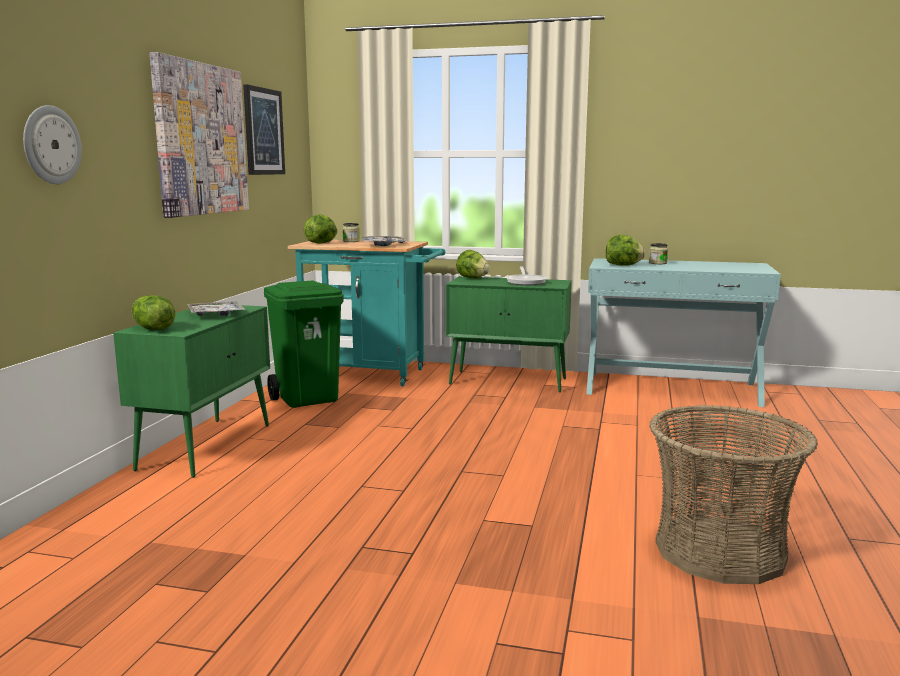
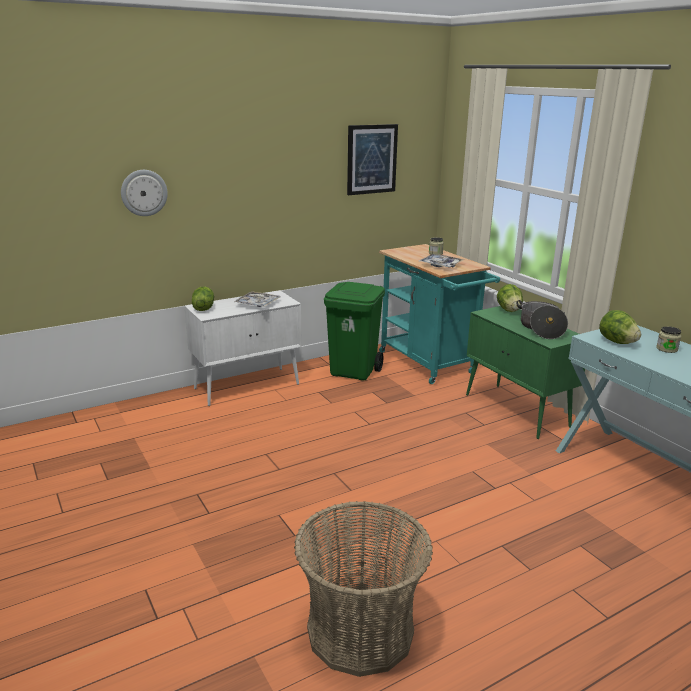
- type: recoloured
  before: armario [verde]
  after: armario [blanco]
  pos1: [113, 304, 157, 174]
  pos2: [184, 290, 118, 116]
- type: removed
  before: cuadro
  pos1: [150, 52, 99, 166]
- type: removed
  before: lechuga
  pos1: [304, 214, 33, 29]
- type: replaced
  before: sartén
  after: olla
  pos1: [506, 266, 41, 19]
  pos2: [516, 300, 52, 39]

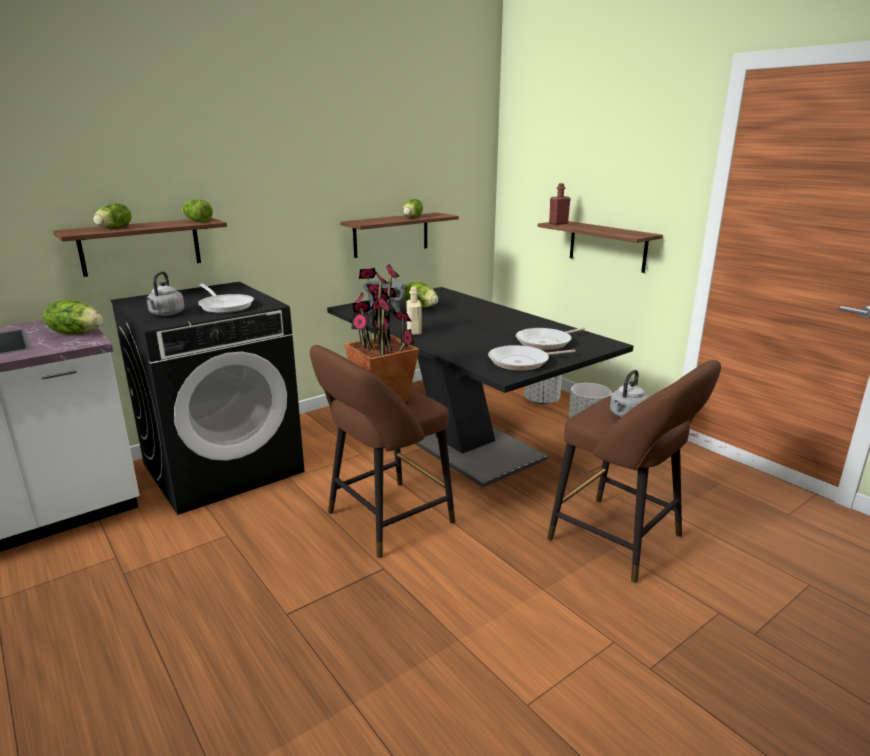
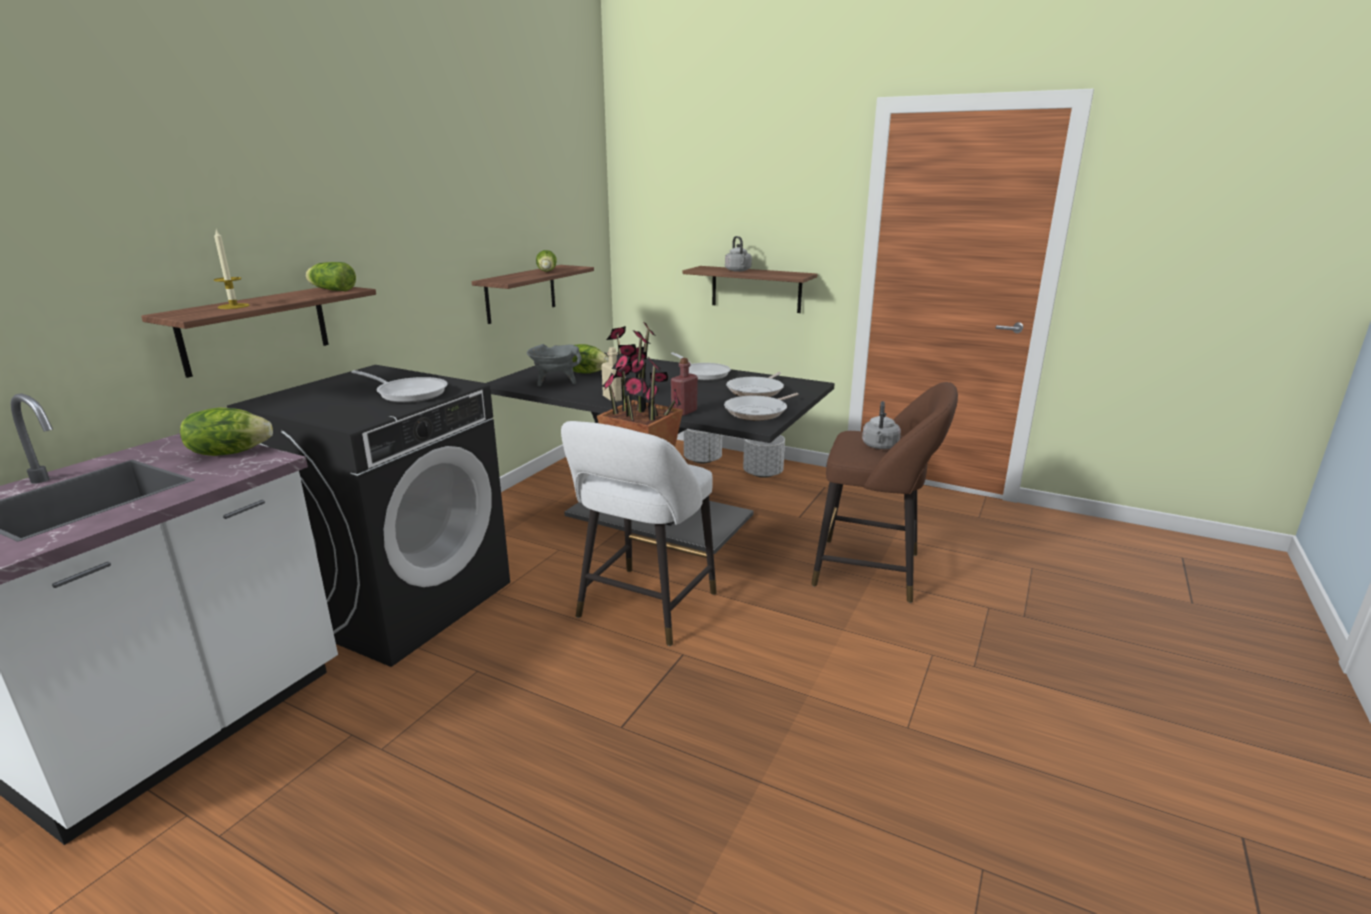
- type: replaced
  before: lechuga
  after: vela
  pos1: [93, 203, 38, 25]
  pos2: [214, 230, 36, 79]
- type: moved
  before: hervidor [gris]
  pos1: [146, 271, 39, 45]
  pos2: [725, 236, 27, 36]
- type: recoloured
  before: taburete [marrón]
  after: taburete [blanco]
  pos1: [310, 345, 145, 213]
  pos2: [561, 421, 156, 225]
- type: moved
  before: botella [rojo]
  pos1: [549, 183, 22, 42]
  pos2: [671, 358, 27, 58]
- type: added
  after: sartén
  pos2: [671, 352, 60, 28]

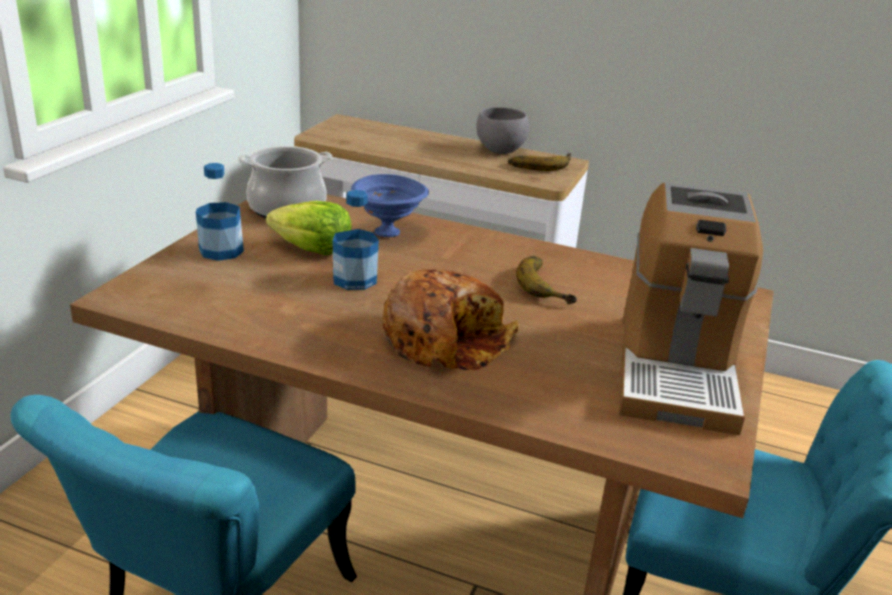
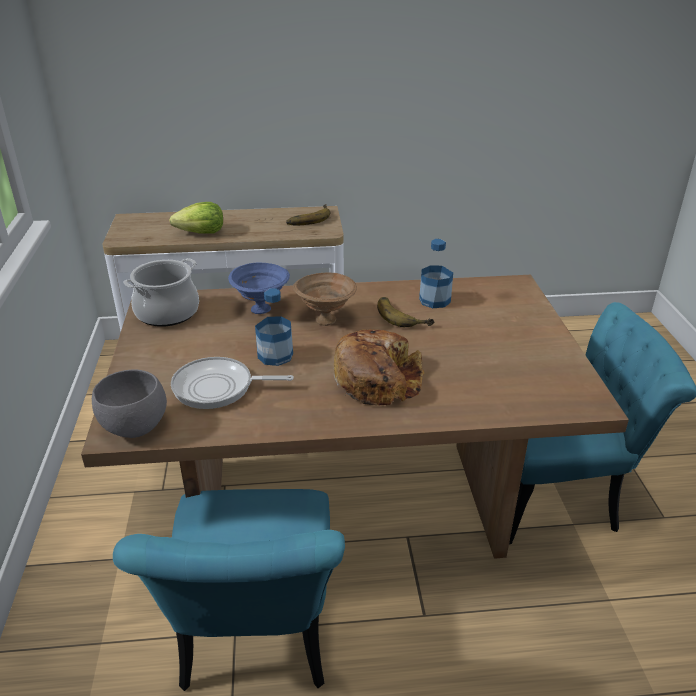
- type: moved
  before: botella
  pos1: [196, 163, 48, 98]
  pos2: [419, 239, 34, 69]
- type: moved
  before: lechuga
  pos1: [266, 201, 86, 54]
  pos2: [169, 202, 54, 32]
- type: moved
  before: cuenco [gris]
  pos1: [476, 107, 53, 47]
  pos2: [92, 370, 75, 68]
- type: removed
  before: cafetera
  pos1: [619, 182, 144, 253]
- type: added
  after: sartén
  pos2: [171, 357, 123, 52]
- type: added
  after: cuenco [marrón]
  pos2: [293, 273, 64, 53]

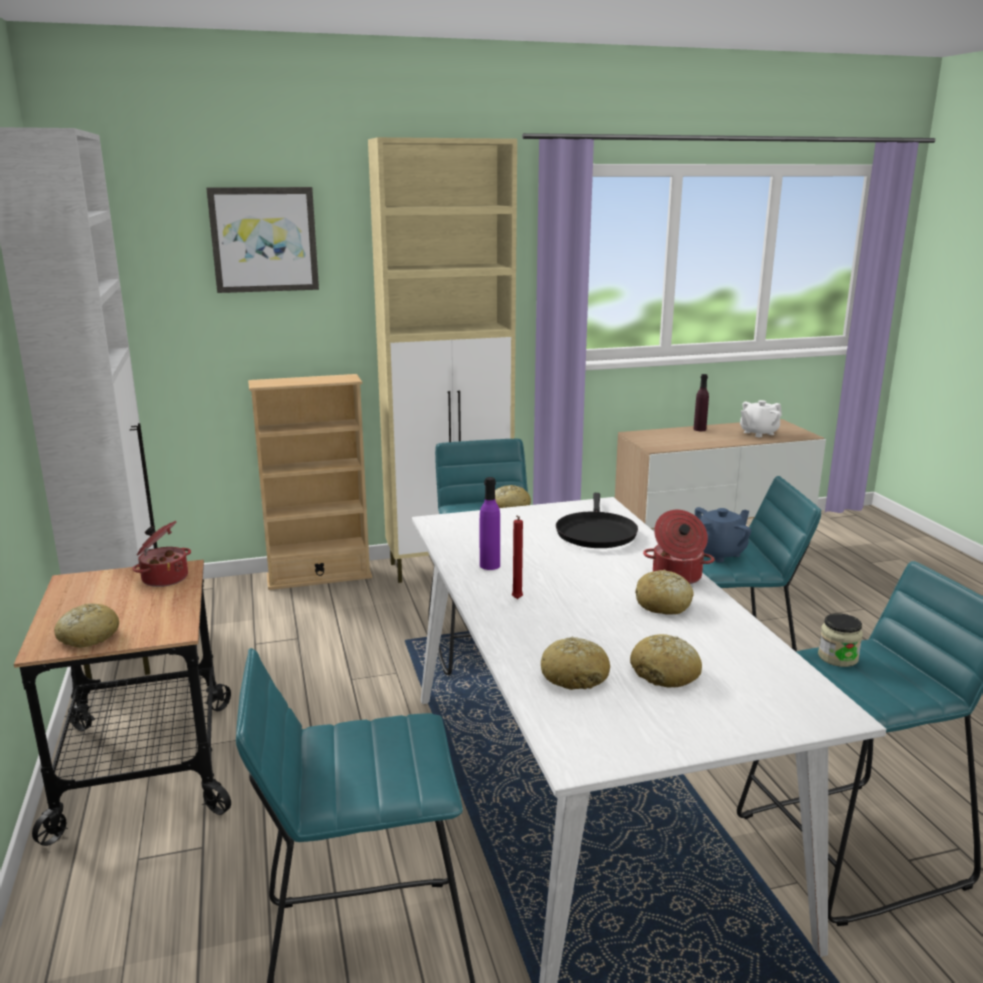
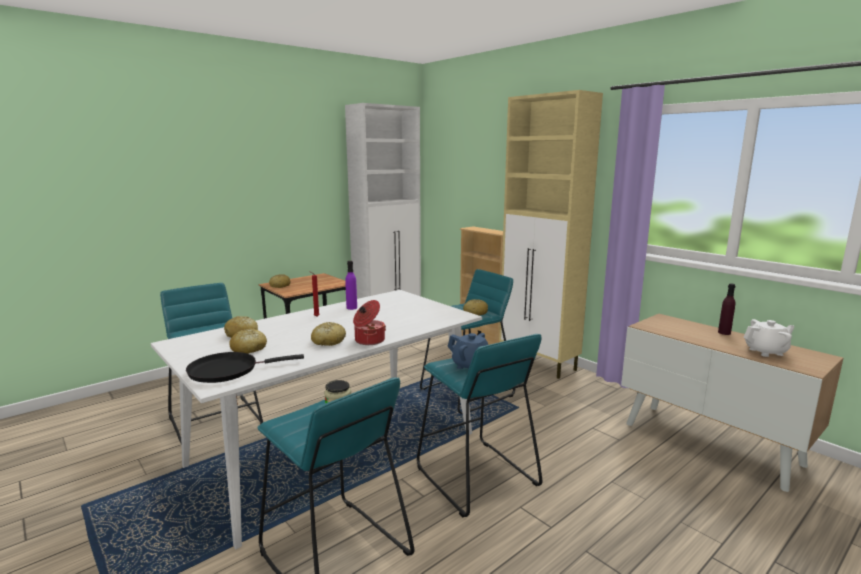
- type: removed
  before: olla
  pos1: [132, 521, 59, 66]
- type: removed
  before: cuadro
  pos1: [206, 187, 113, 106]
- type: moved
  before: sartén [negro]
  pos1: [556, 493, 82, 55]
  pos2: [186, 352, 118, 31]
- type: turned
  before: tetera [blanco]
  pos1: [740, 400, 42, 37]
  pos2: [743, 319, 52, 38]
  turn: 135

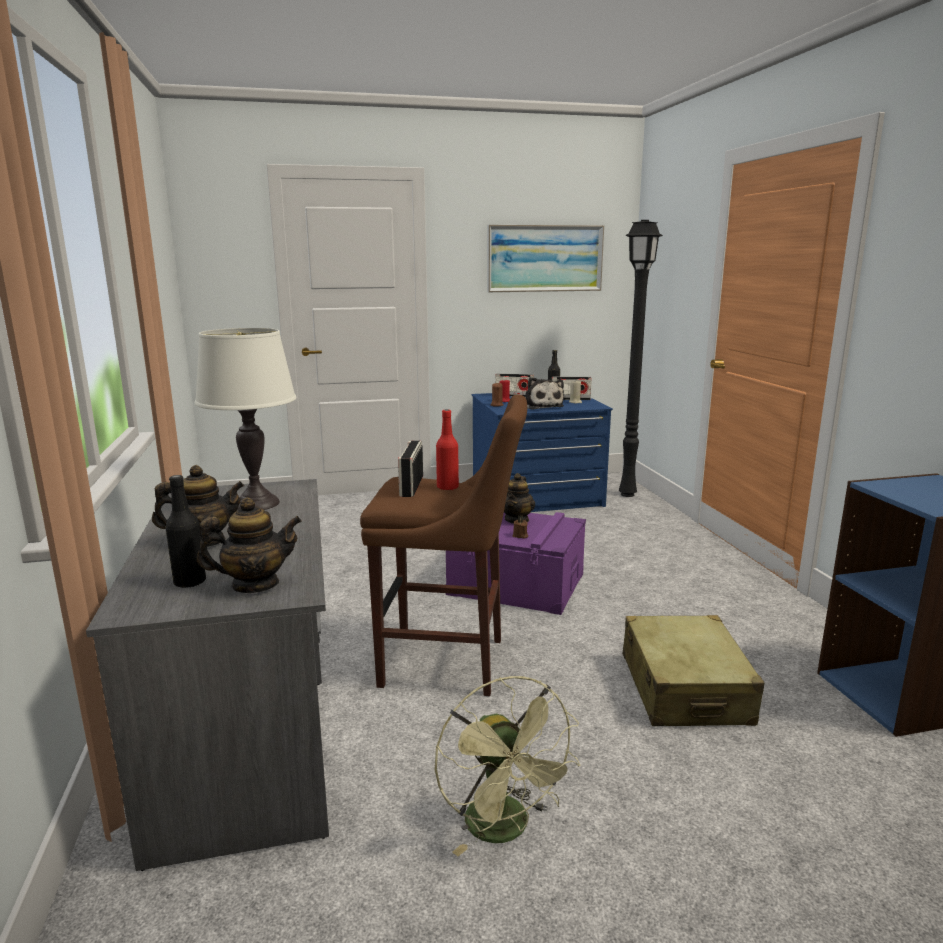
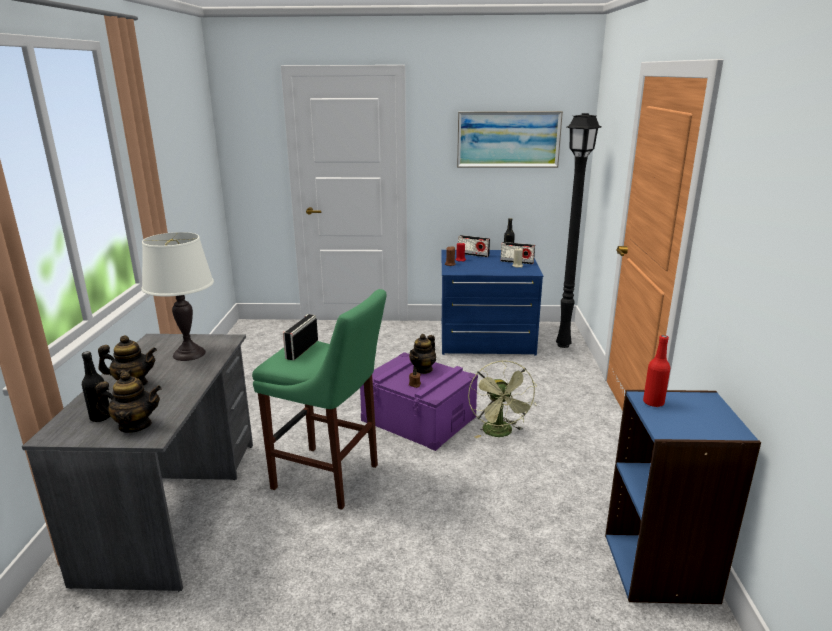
- type: recoloured
  before: taburete [marrón]
  after: taburete [verde]
  pos1: [360, 395, 167, 301]
  pos2: [252, 289, 135, 220]
- type: moved
  before: ventilador [verde]
  pos1: [435, 676, 145, 180]
  pos2: [468, 361, 69, 77]
- type: moved
  before: botella [rojo]
  pos1: [436, 409, 23, 81]
  pos2: [643, 335, 27, 72]
- type: removed
  before: peluche
  pos1: [525, 377, 39, 33]
- type: removed
  before: maleta [beis]
  pos1: [623, 615, 141, 111]

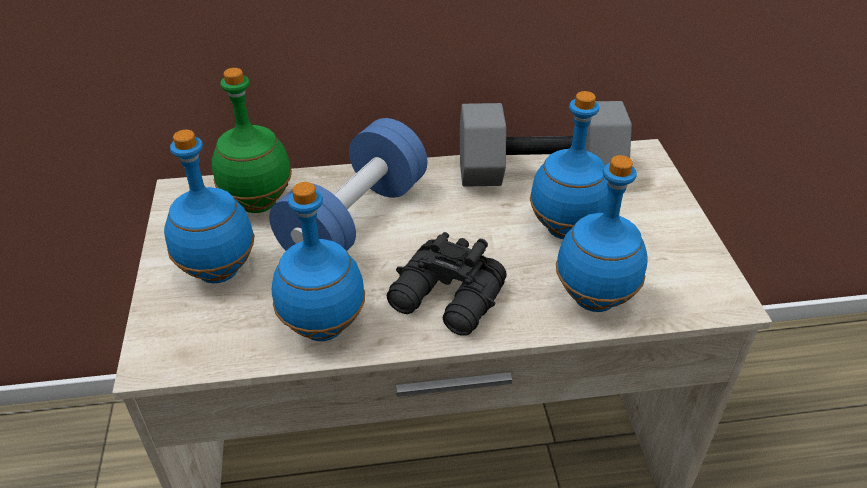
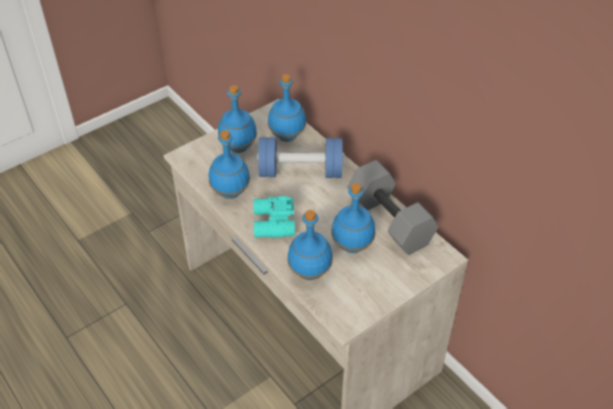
- type: recoloured
  before: botella [verde]
  after: botella [azul]
  pos1: [212, 68, 80, 145]
  pos2: [268, 74, 38, 68]
- type: recoloured
  before: prismáticos [negro]
  after: prismáticos [turquesa]
  pos1: [386, 232, 121, 104]
  pos2: [253, 196, 42, 42]

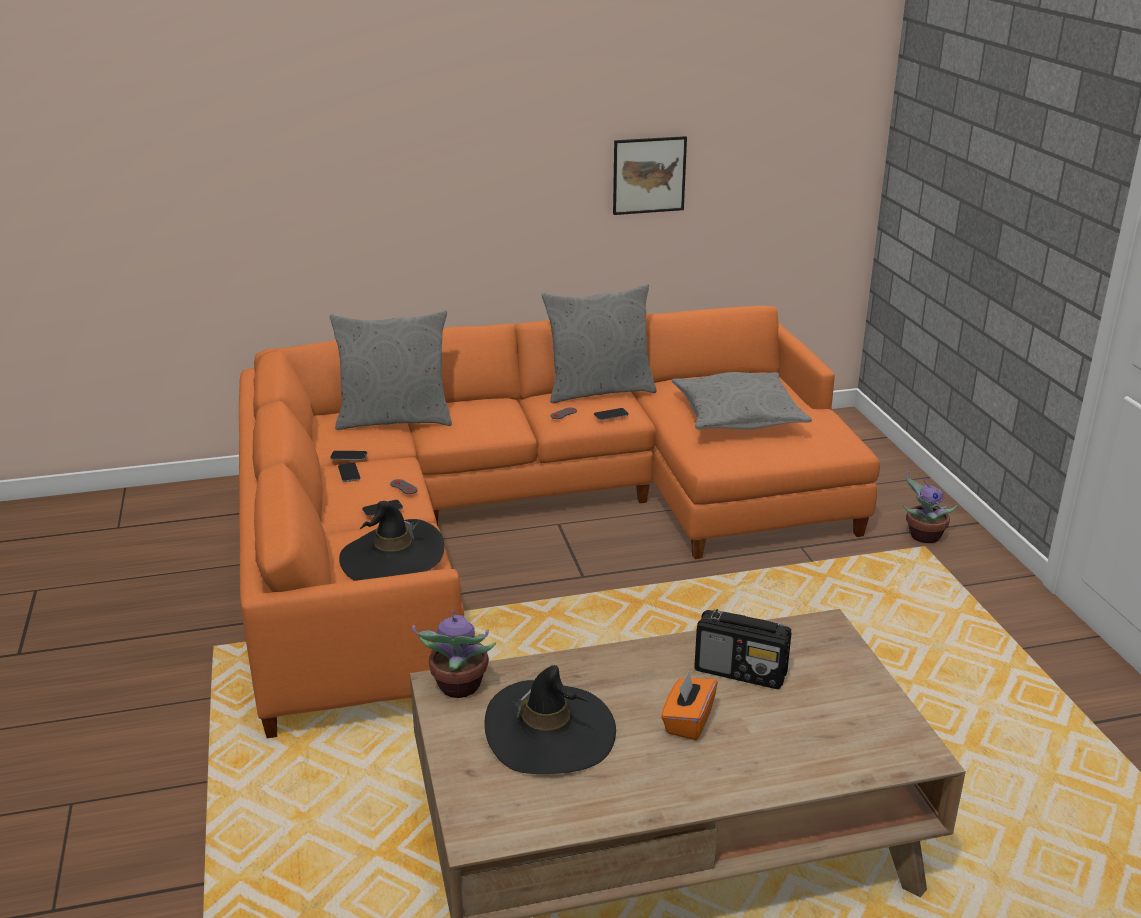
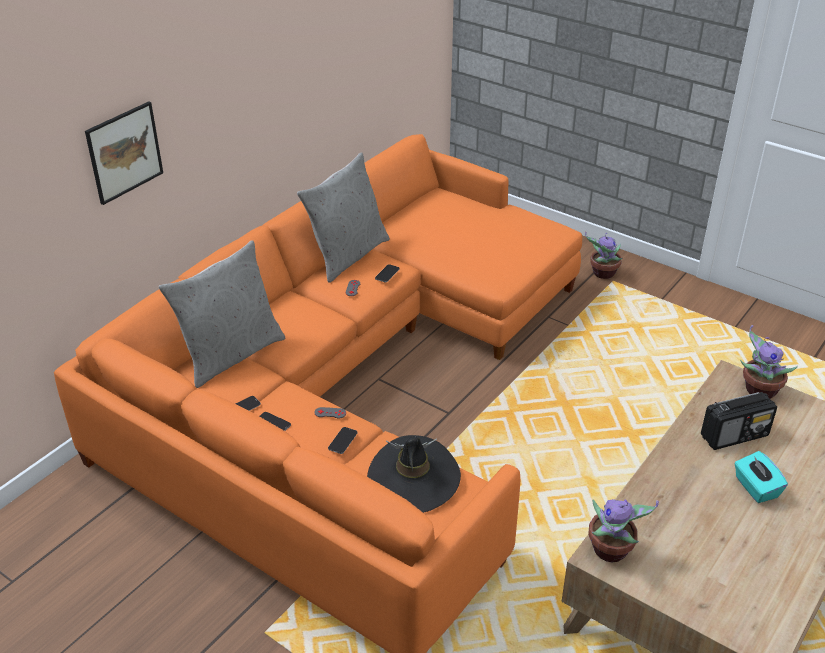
- type: removed
  before: sombrero [negro]
  pos1: [484, 663, 132, 111]
- type: moved
  before: cuadro
  pos1: [613, 136, 74, 79]
  pos2: [85, 101, 78, 104]
- type: recoloured
  before: caja de pañuelos [naranja]
  after: caja de pañuelos [turquesa]
  pos1: [661, 672, 57, 68]
  pos2: [734, 451, 54, 52]
- type: removed
  before: cojín [gris]
  pos1: [672, 372, 140, 58]
- type: added
  after: planta en maceta
  pos2: [740, 325, 58, 74]

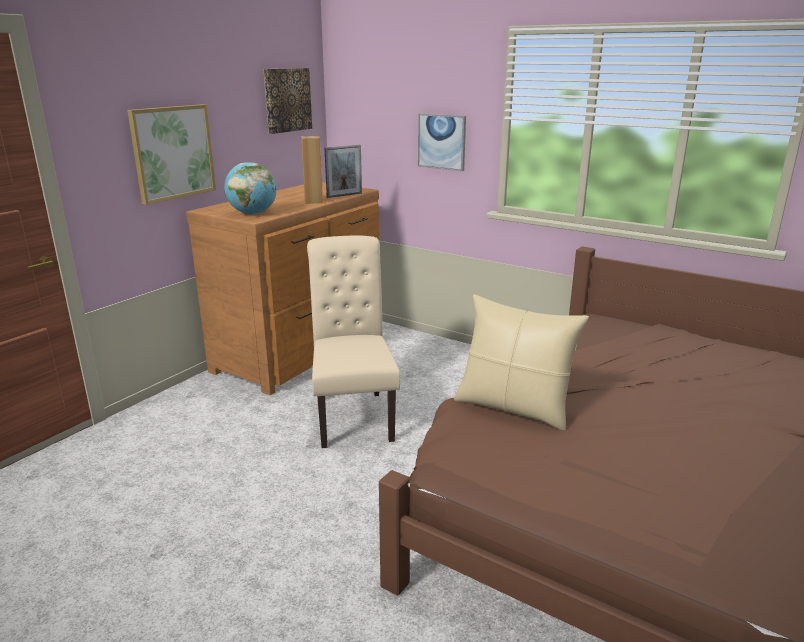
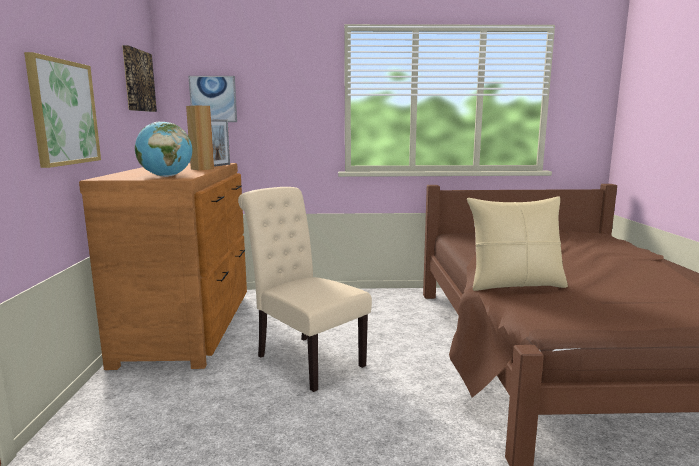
- type: moved
  before: cuadro
  pos1: [418, 113, 48, 58]
  pos2: [188, 76, 49, 46]

